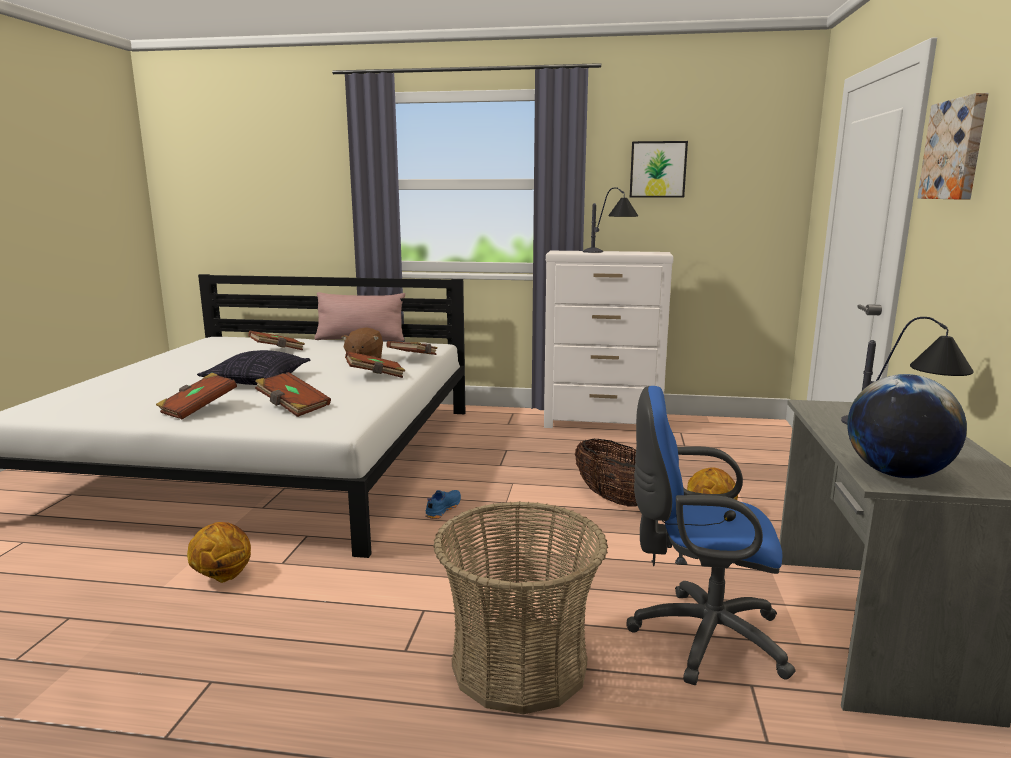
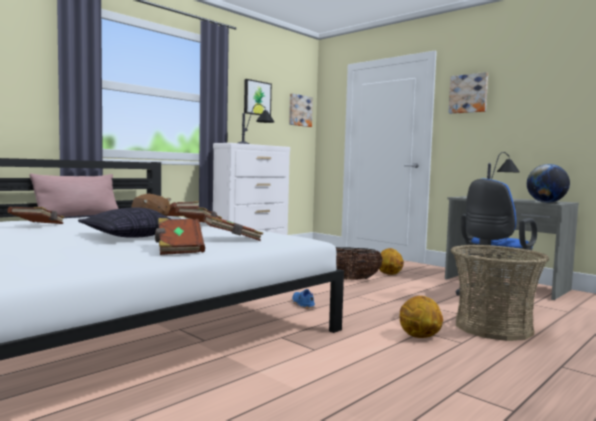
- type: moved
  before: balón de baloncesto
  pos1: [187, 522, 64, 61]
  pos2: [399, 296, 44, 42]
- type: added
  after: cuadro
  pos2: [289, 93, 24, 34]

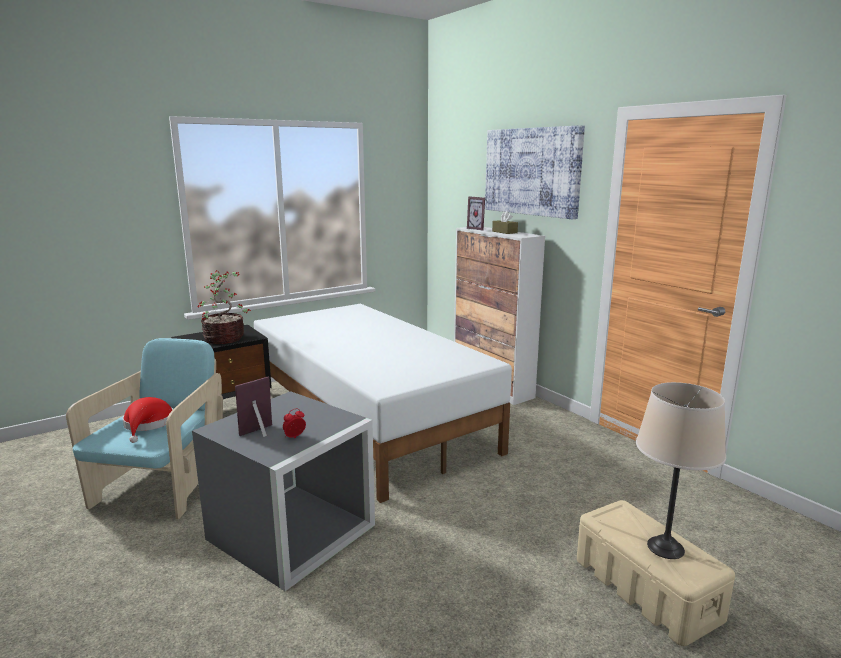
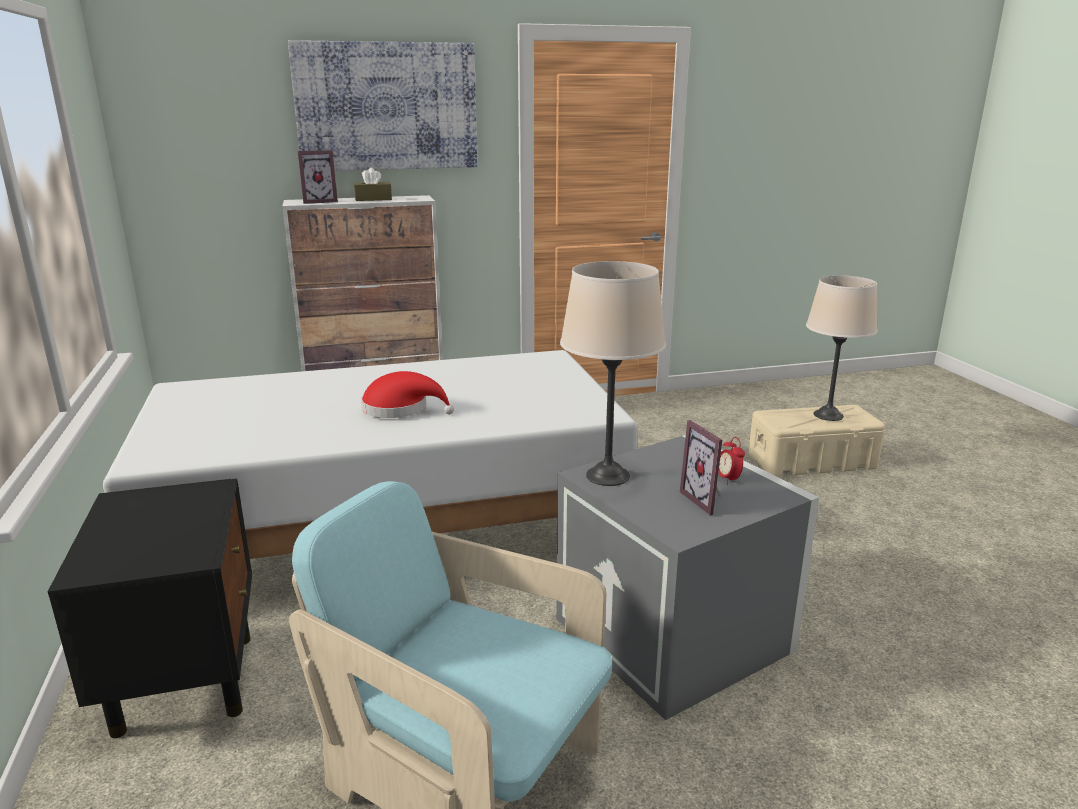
- type: moved
  before: sombrero [rojo]
  pos1: [123, 397, 50, 46]
  pos2: [361, 371, 93, 47]
- type: removed
  before: planta en maceta
  pos1: [198, 270, 53, 74]
- type: added
  after: lámpara de mesa [beis]
  pos2: [560, 261, 106, 225]

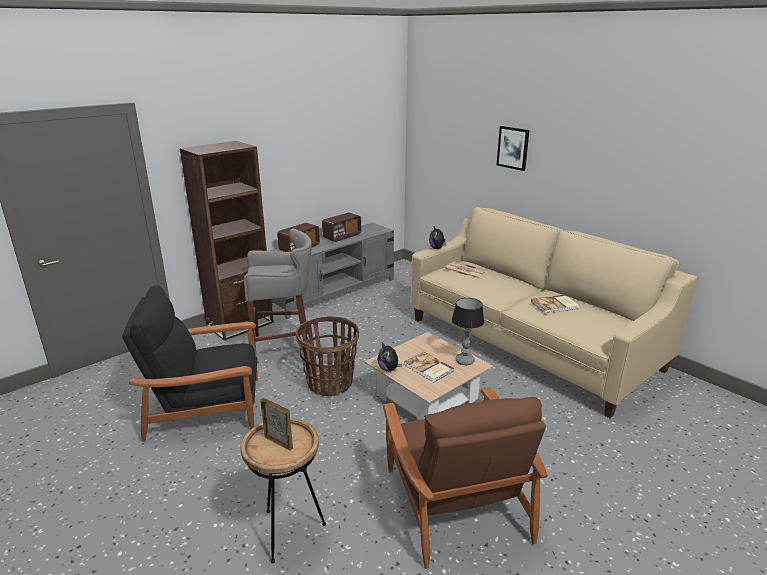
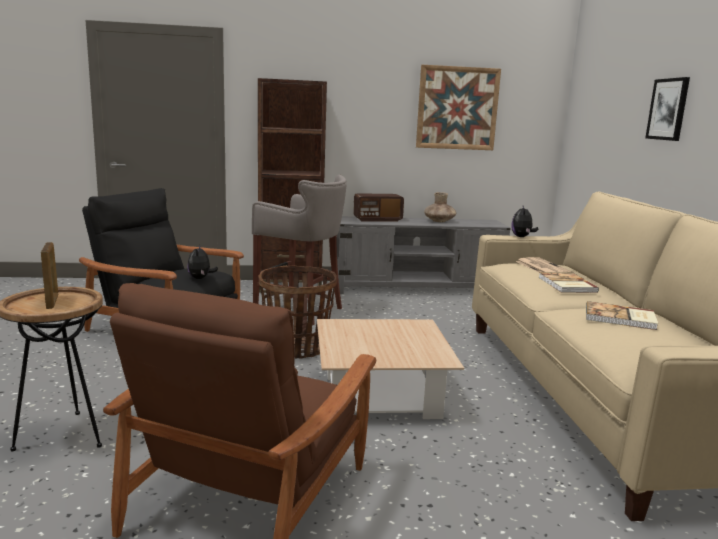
- type: replaced
  before: radio
  after: florero [marrón]
  pos1: [322, 212, 39, 30]
  pos2: [424, 192, 32, 30]
- type: moved
  before: peluche
  pos1: [377, 343, 25, 29]
  pos2: [188, 245, 30, 34]
- type: moved
  before: libro
  pos1: [404, 352, 50, 30]
  pos2: [538, 272, 61, 21]
- type: removed
  before: lámpara de mesa
  pos1: [452, 298, 32, 67]
- type: added
  after: cuadro
  pos2: [416, 65, 85, 85]

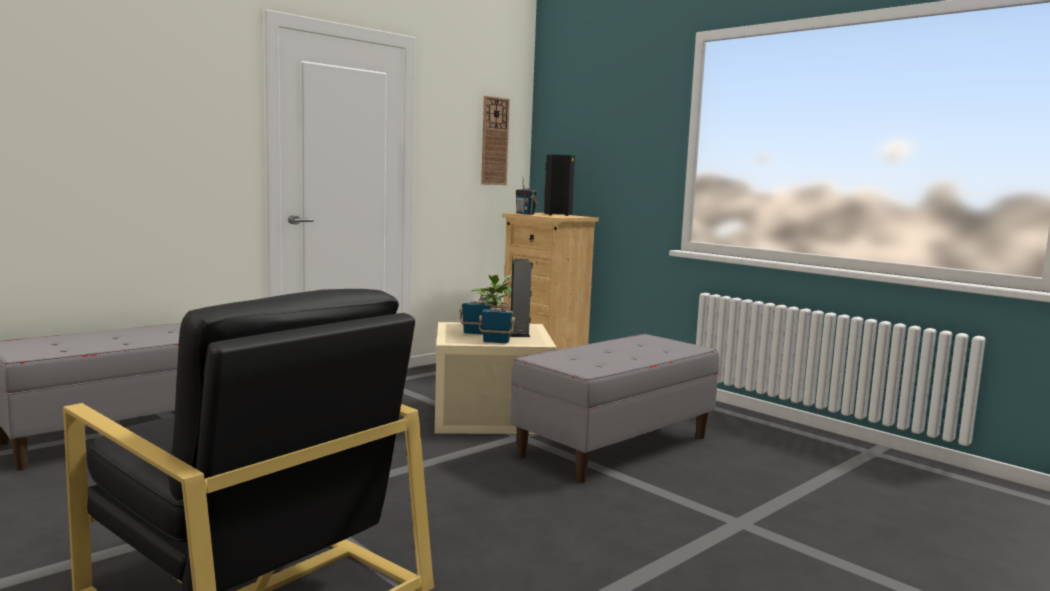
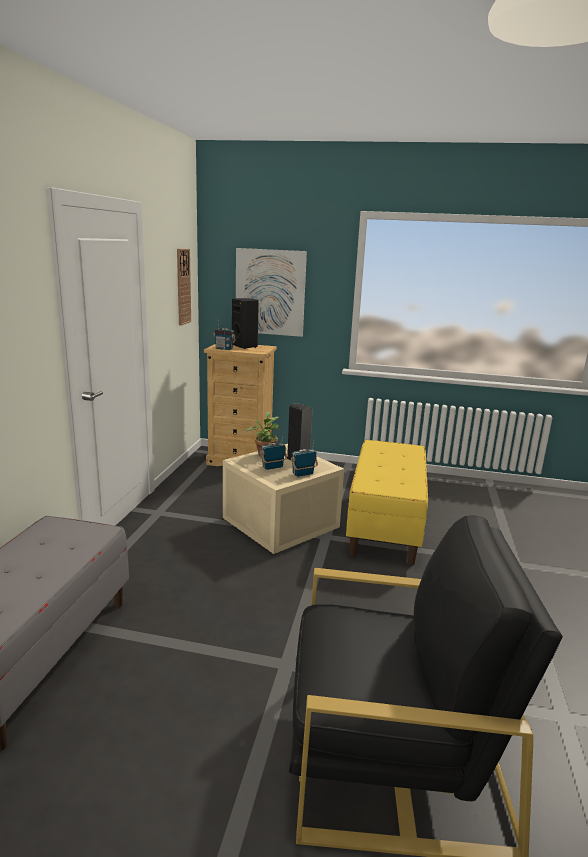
- type: recoloured
  before: banco [gris]
  after: banco [amarillo]
  pos1: [510, 334, 209, 149]
  pos2: [346, 440, 82, 125]
- type: added
  after: cuadro
  pos2: [236, 248, 71, 89]

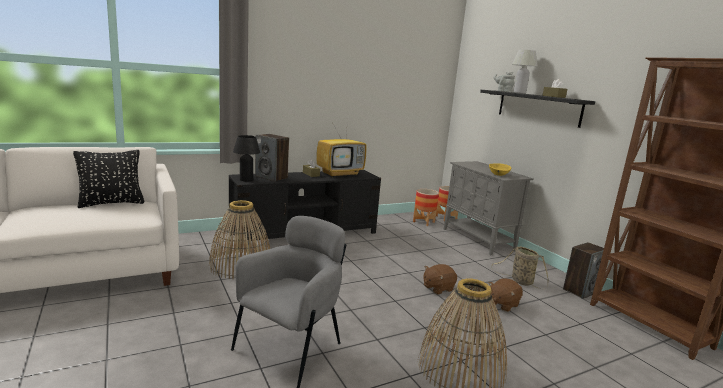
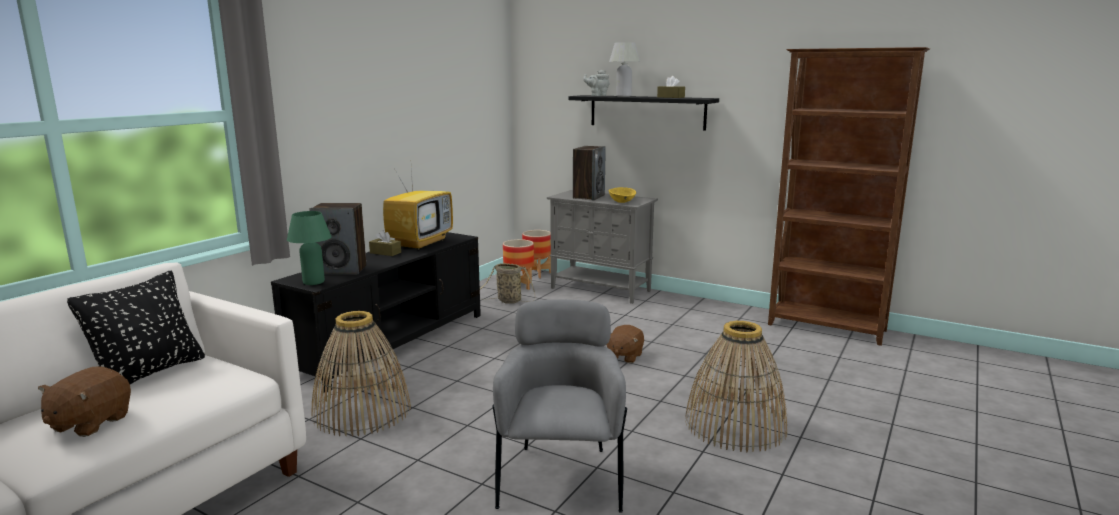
- type: recoloured
  before: lámpara de mesa [negro]
  after: lámpara de mesa [verde]
  pos1: [233, 135, 27, 47]
  pos2: [287, 211, 45, 74]
- type: moved
  before: peluche [marrón]
  pos1: [488, 278, 35, 34]
  pos2: [38, 366, 93, 71]
- type: moved
  before: cesta
  pos1: [491, 246, 58, 43]
  pos2: [480, 263, 55, 41]
- type: moved
  before: altavoz
  pos1: [563, 242, 41, 57]
  pos2: [573, 146, 33, 54]

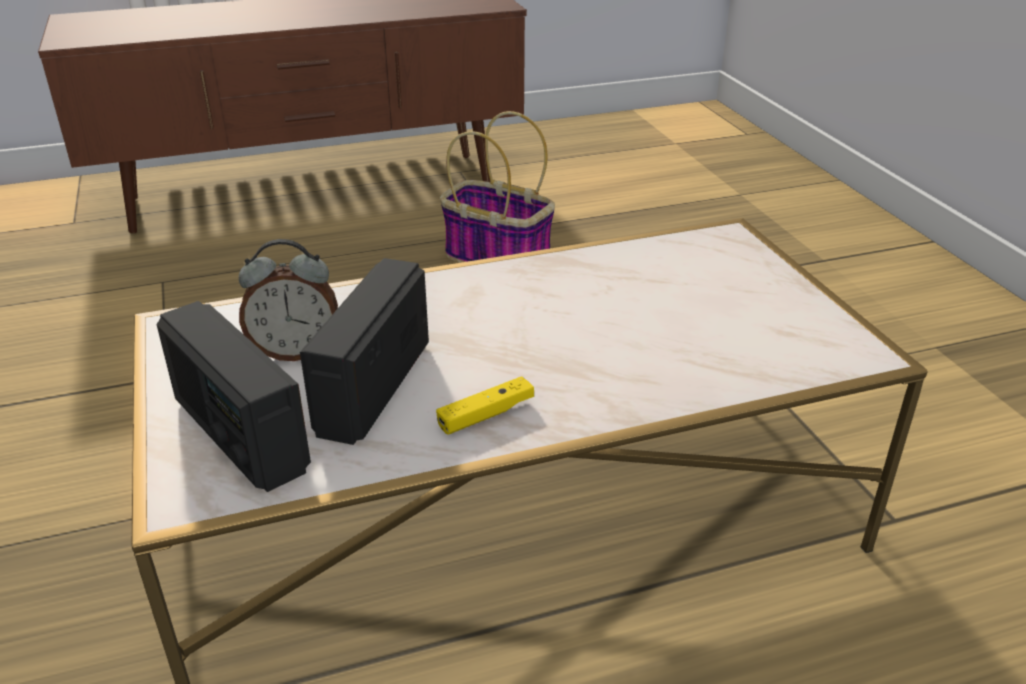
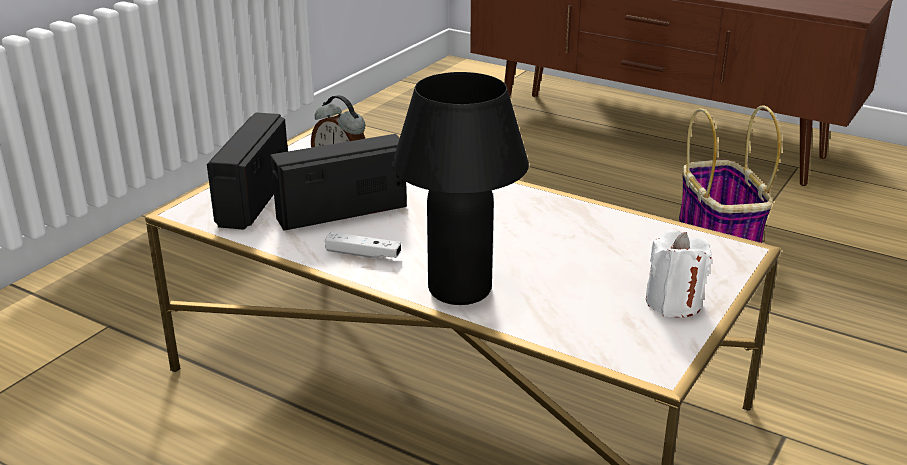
- type: recoloured
  before: mando de consola [amarillo]
  after: mando de consola [blanco]
  pos1: [436, 376, 98, 58]
  pos2: [325, 232, 76, 27]
- type: added
  after: lámpara de mesa [negro]
  pos2: [392, 72, 137, 233]
- type: added
  after: vela [blanco]
  pos2: [646, 230, 66, 88]

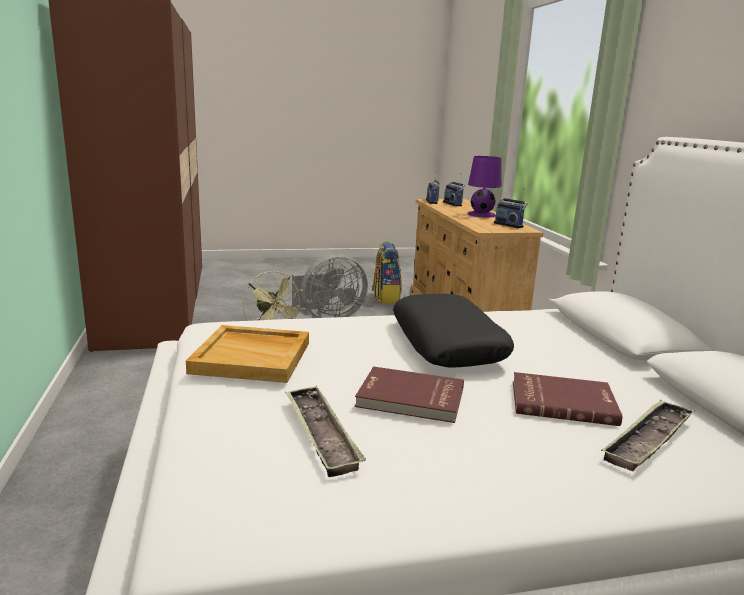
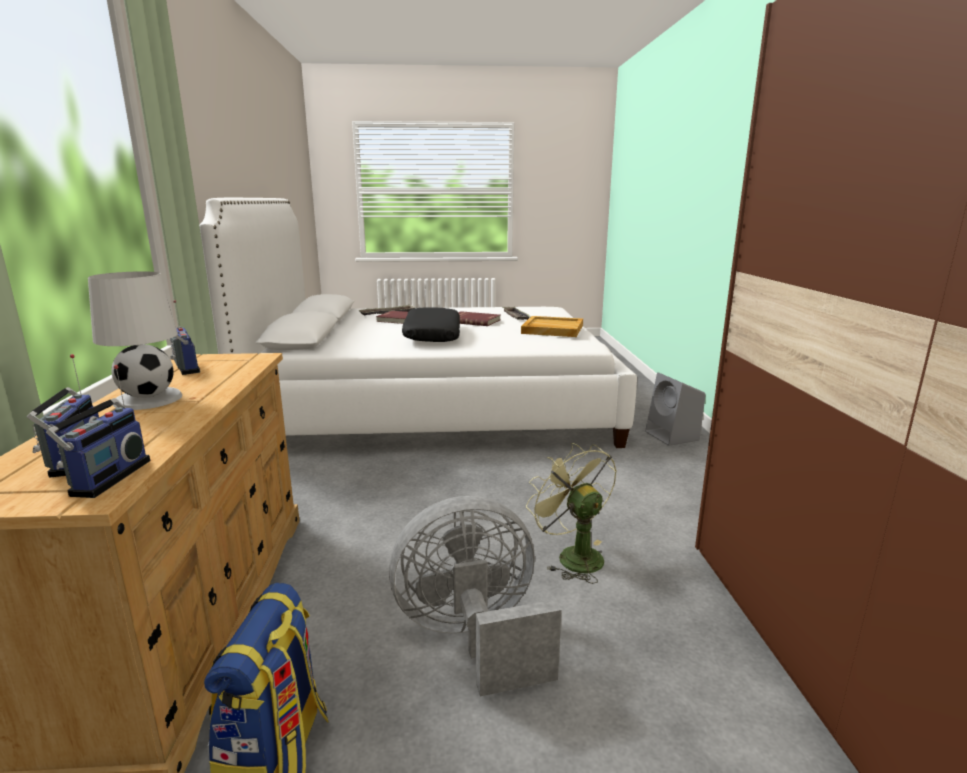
- type: recoloured
  before: lámpara de mesa [morado]
  after: lámpara de mesa [blanco]
  pos1: [468, 156, 34, 62]
  pos2: [88, 271, 94, 139]
- type: added
  after: altavoz [gris]
  pos2: [645, 372, 61, 74]

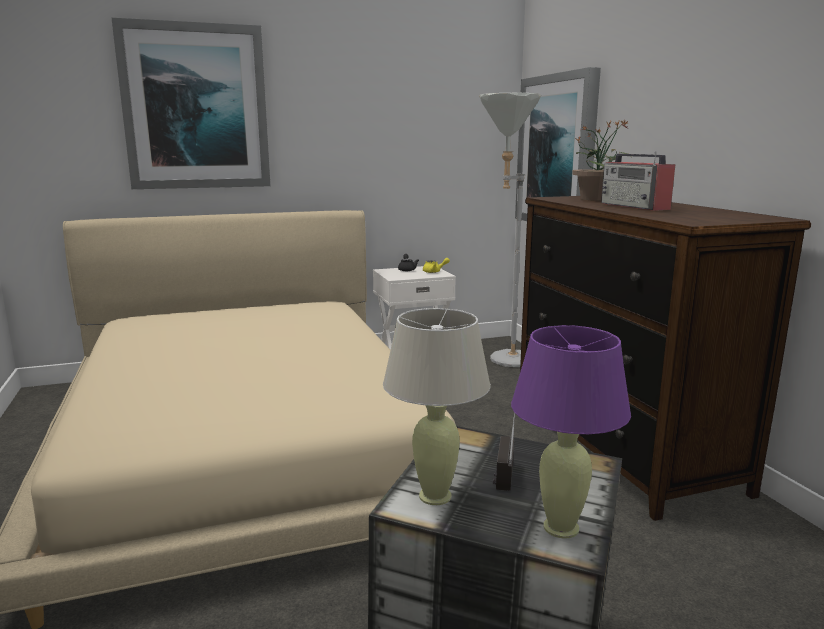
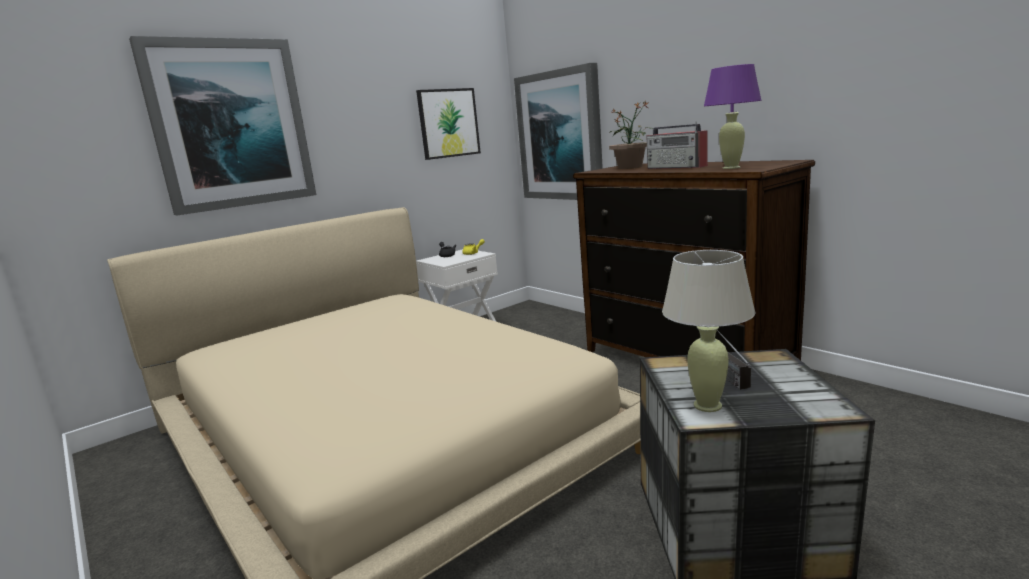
- type: removed
  before: lámpara de pie [gris]
  pos1: [479, 93, 62, 274]
- type: moved
  before: lámpara de mesa [morado]
  pos1: [511, 325, 120, 214]
  pos2: [704, 64, 57, 105]
- type: added
  after: cuadro
  pos2: [416, 88, 65, 72]

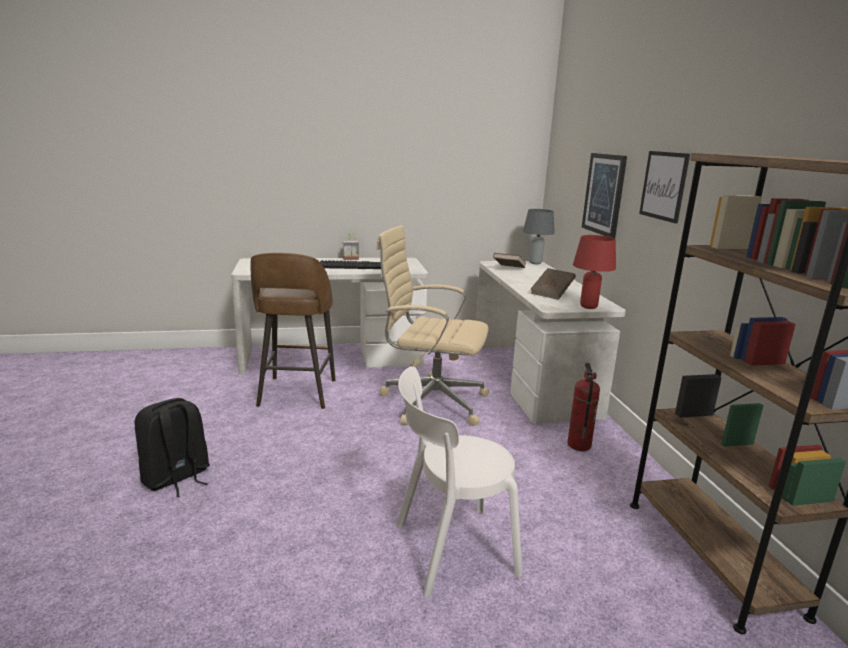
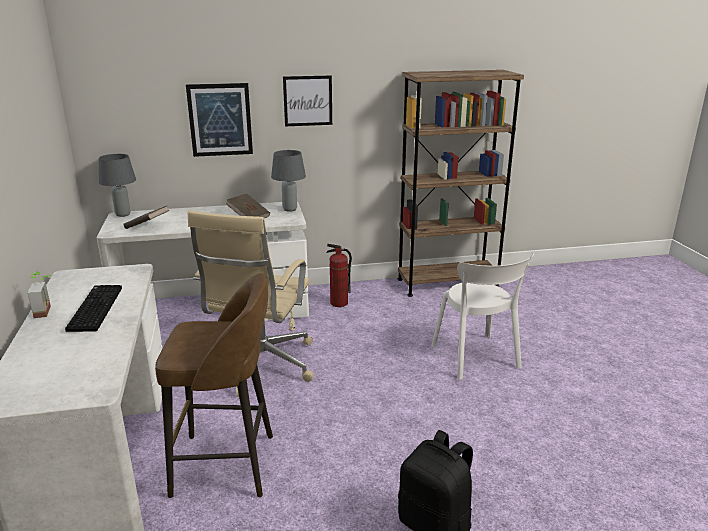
- type: recoloured
  before: lámpara de mesa [rojo]
  after: lámpara de mesa [gris]
  pos1: [573, 235, 43, 74]
  pos2: [271, 150, 35, 62]

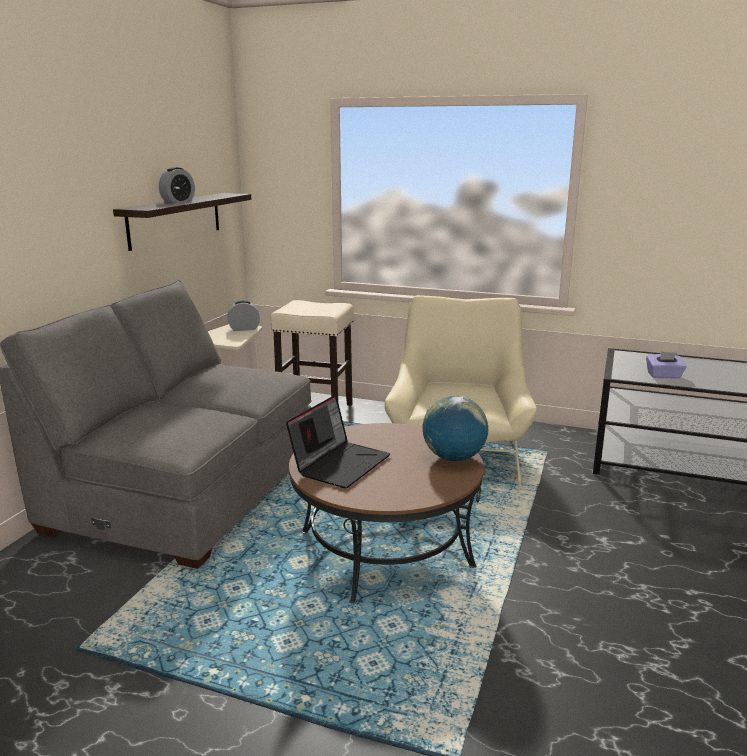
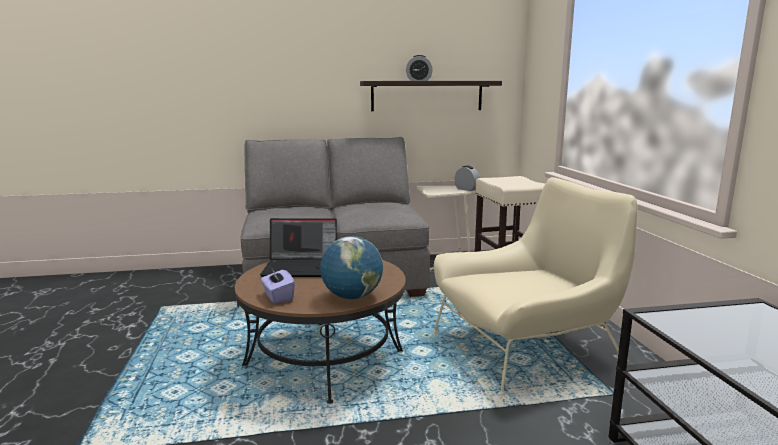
- type: moved
  before: caja de pañuelos [morado]
  pos1: [646, 352, 41, 27]
  pos2: [261, 267, 34, 37]

